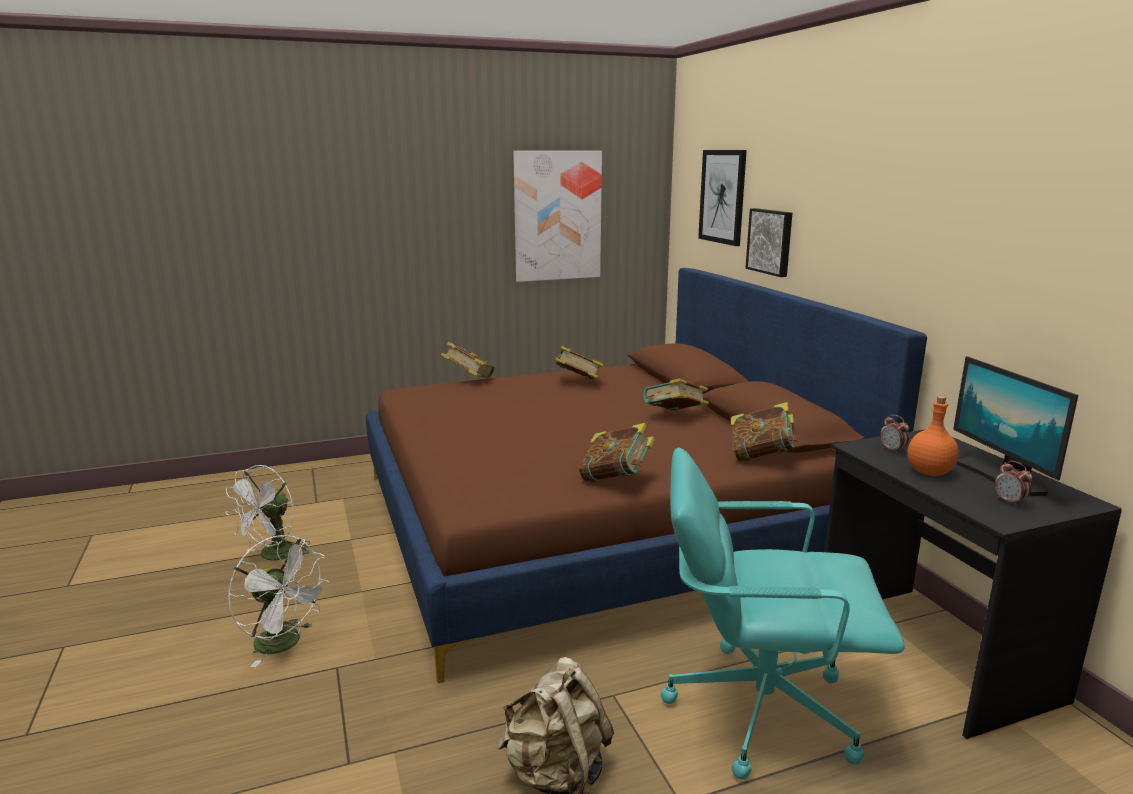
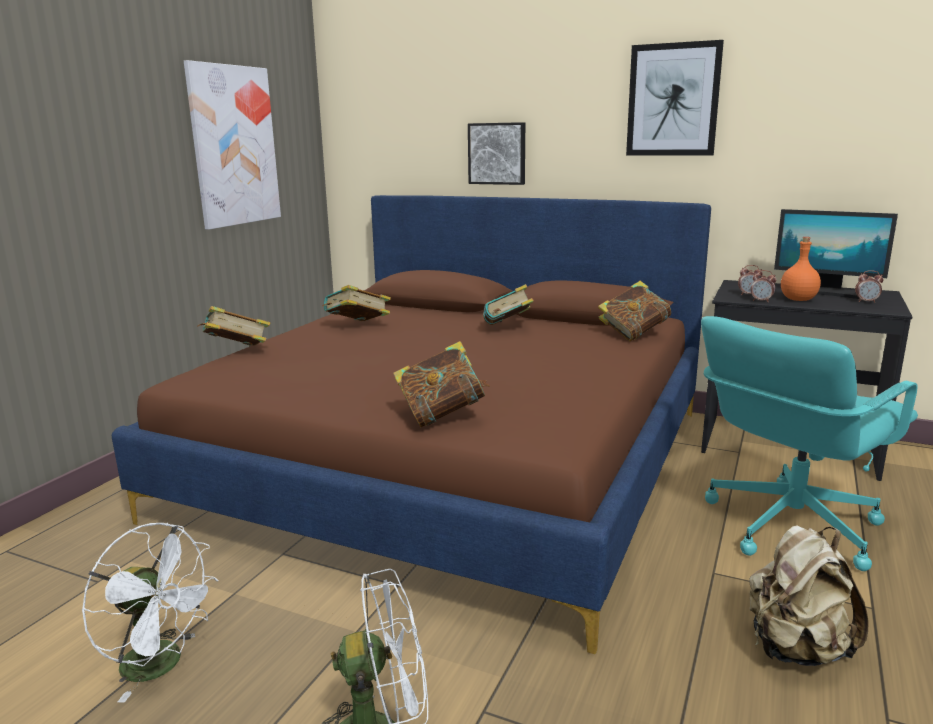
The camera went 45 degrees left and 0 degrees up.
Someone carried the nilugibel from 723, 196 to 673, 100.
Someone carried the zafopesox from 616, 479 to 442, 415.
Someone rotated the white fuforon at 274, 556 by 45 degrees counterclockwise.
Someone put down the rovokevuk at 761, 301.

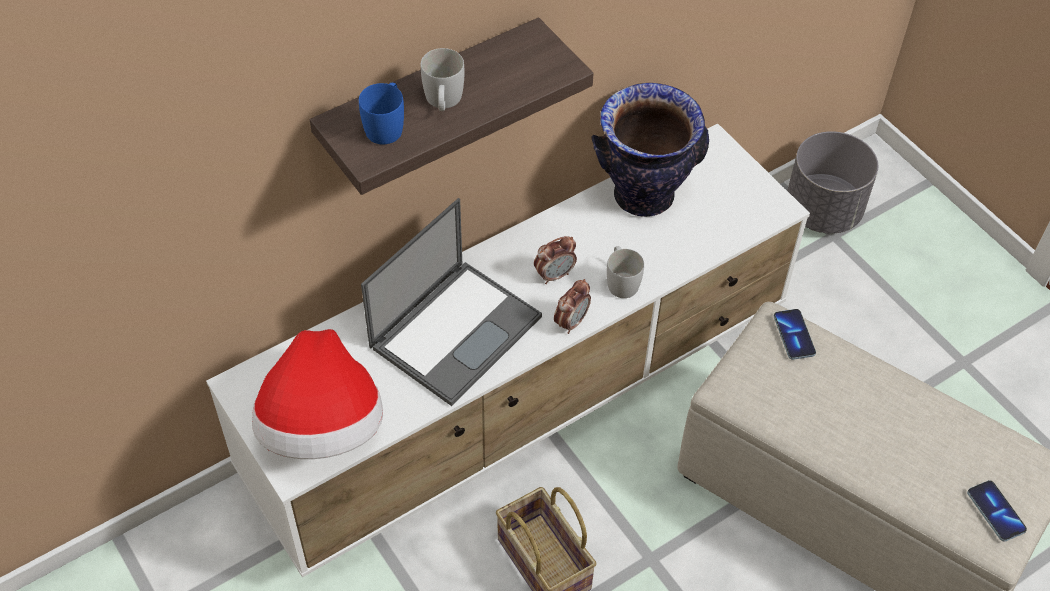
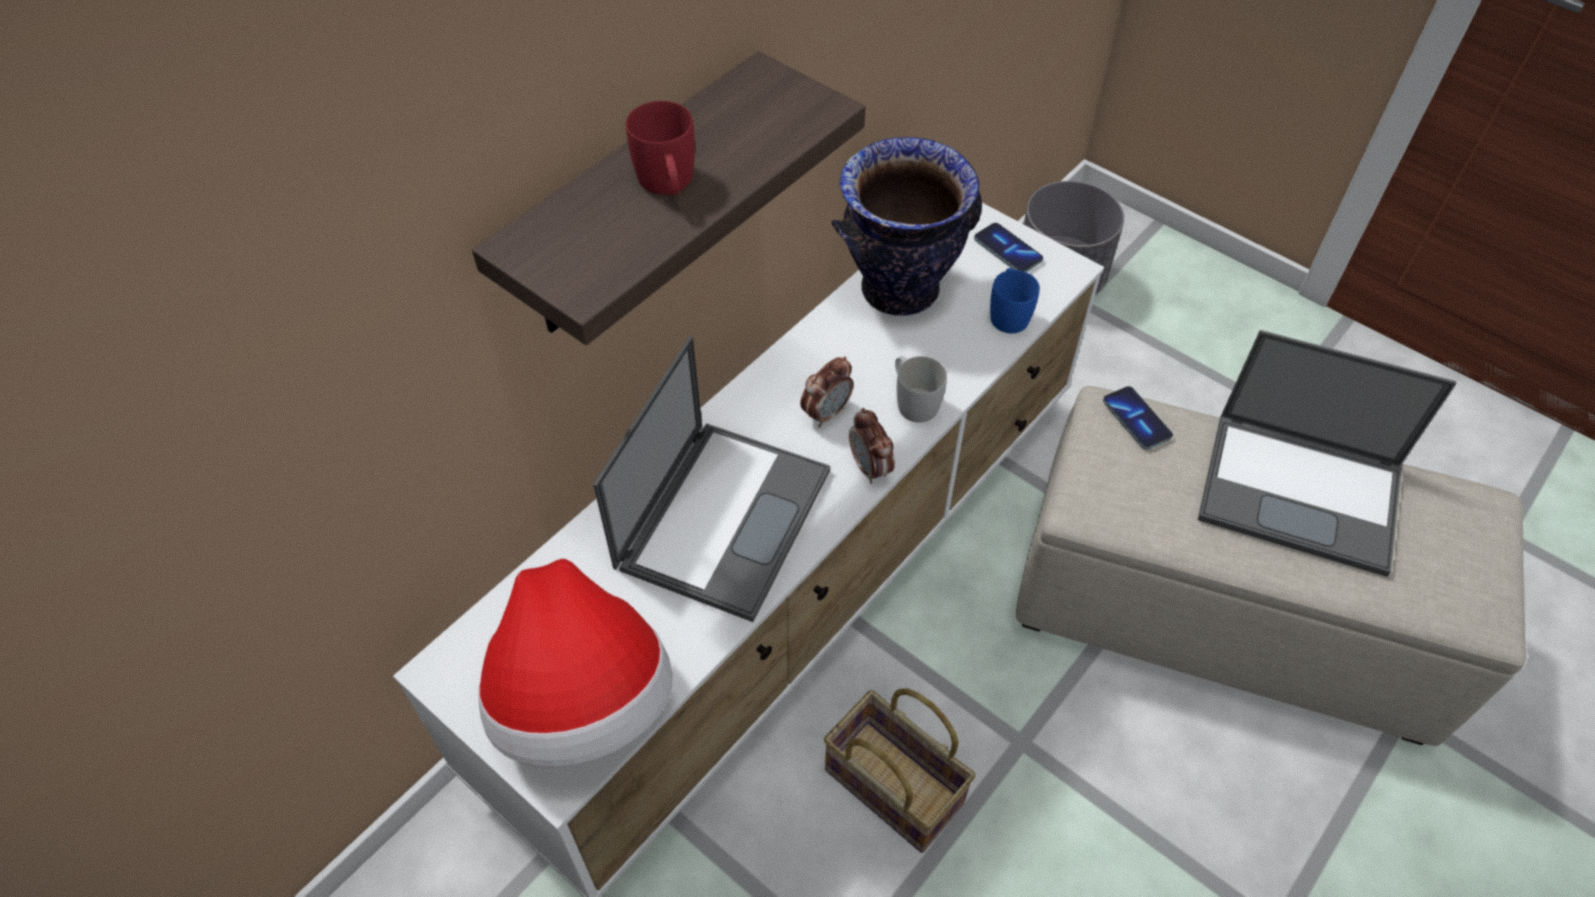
The camera went 15 degrees left and 0 degrees up.
Someone repainted the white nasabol at 443, 102, which became the red nasabol at 668, 186.
Someone carried the blue nasabol from 386, 125 to 1008, 313.
Someone rotated the rovokevuk at 571, 322 by 135 degrees clockwise.
Someone carried the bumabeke from 995, 512 to 1007, 250.
Someone put down the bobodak at 1302, 492.

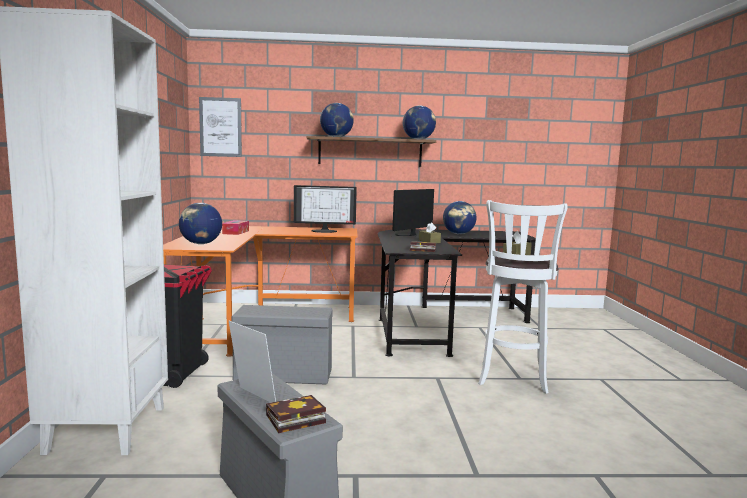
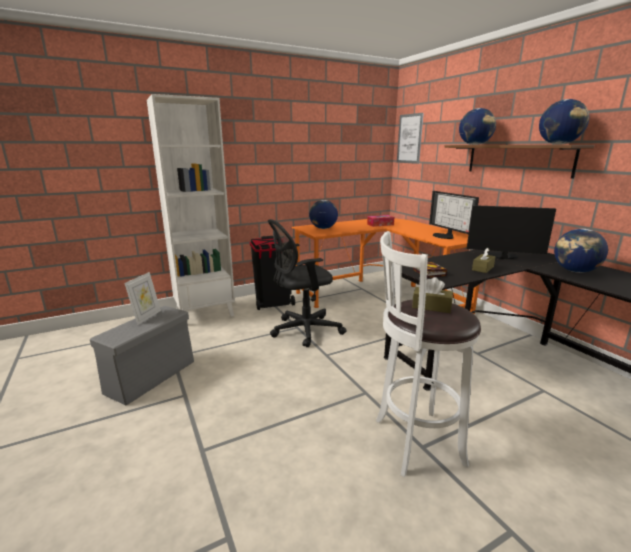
The camera went 65 degrees right and 10 degrees up.
Someone swapped the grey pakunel at 282, 375 for the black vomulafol at 303, 330.
Someone took away the zafopesox at 293, 420.

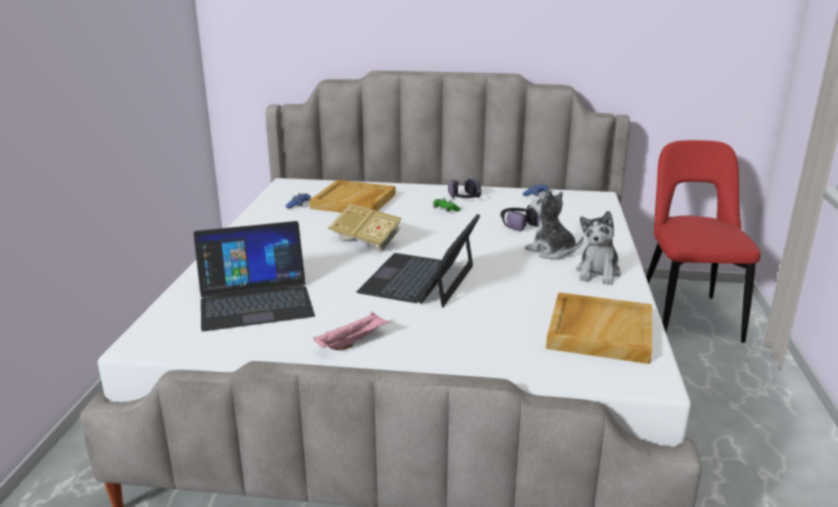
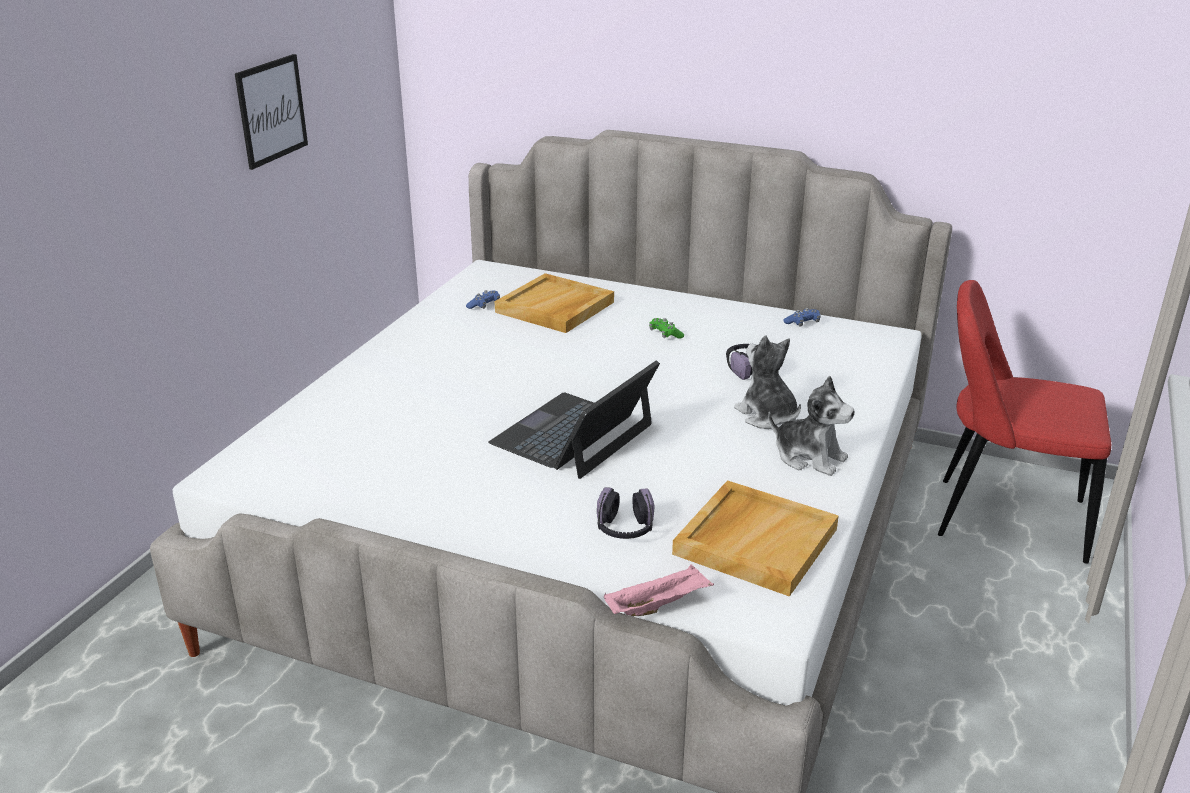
The camera went 15 degrees right and 5 degrees up.
Someone rotated the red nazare at 687, 315 by 90 degrees counterclockwise.
Someone carried the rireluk from 465, 198 to 624, 529.
Someone took away the zafopesox at 366, 242.
Someone rotated the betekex at 598, 273 by 90 degrees counterclockwise.
Someone took away the bobodak at 255, 300.
Someone carried the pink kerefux from 353, 342 to 658, 605.
Someone put up the nilugibel at 271, 110.

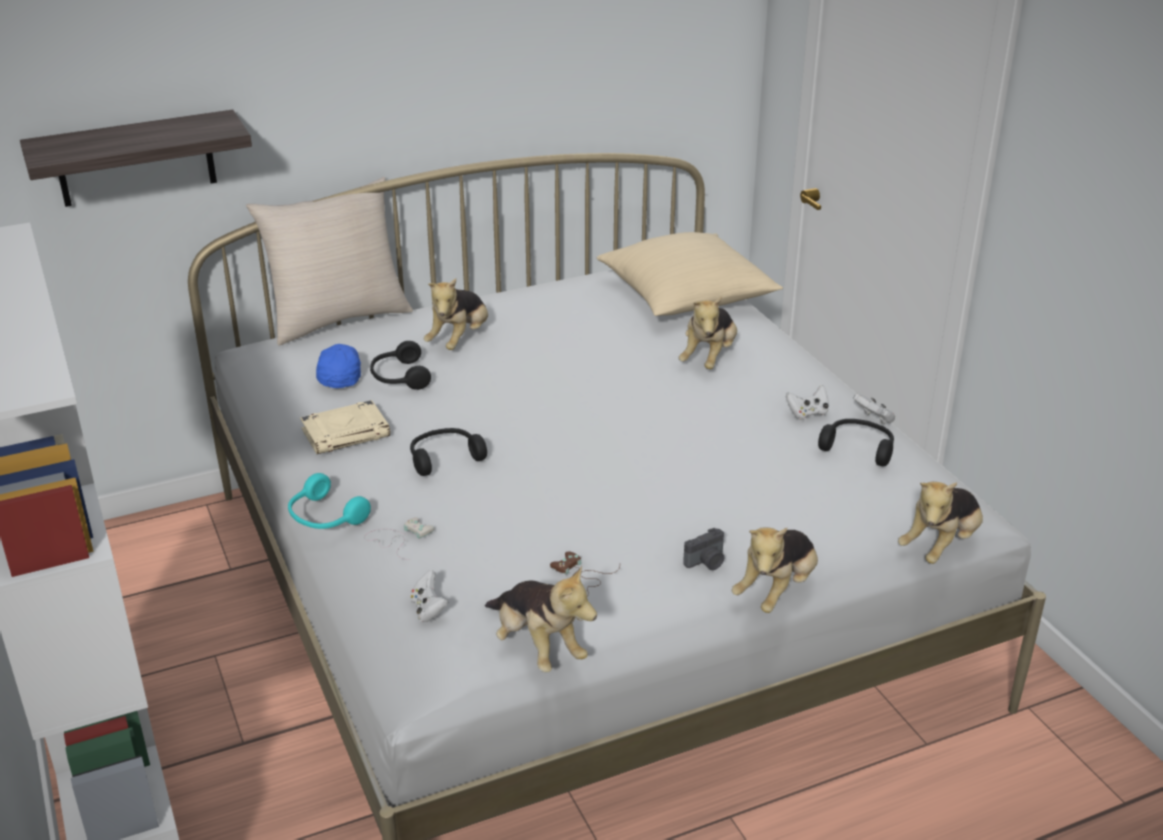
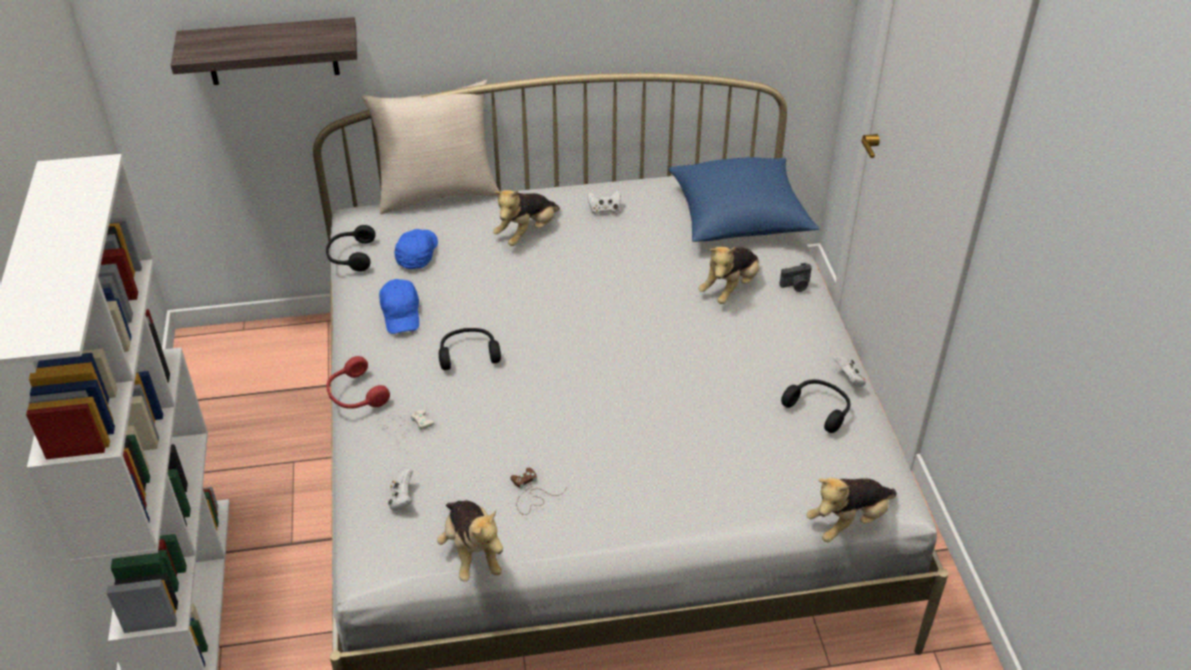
The camera went 15 degrees right and 10 degrees up.
Someone repainted the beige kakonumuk at 686, 296, which became the blue kakonumuk at 739, 217.
Someone carried the black rireluk from 399, 377 to 350, 256.
Someone carried the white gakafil from 807, 413 to 604, 210.
Someone swapped the beige zafopesox at 346, 433 for the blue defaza at 401, 314.
Someone repainted the turquoise rireluk at 324, 517, which became the red rireluk at 355, 395.
Someone carried the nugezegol from 706, 562 to 796, 286.
Someone took away the betekex at 777, 590.

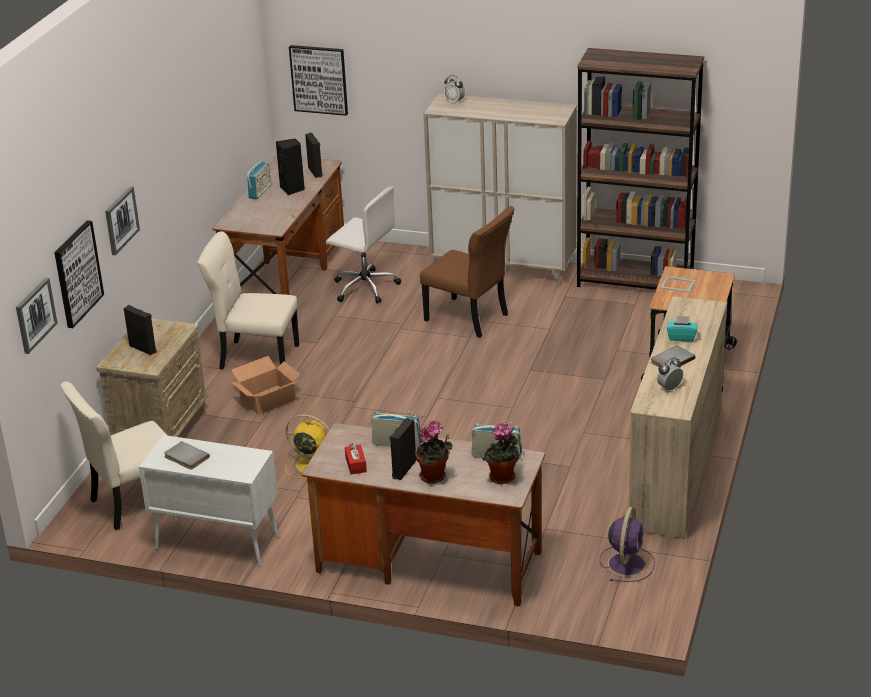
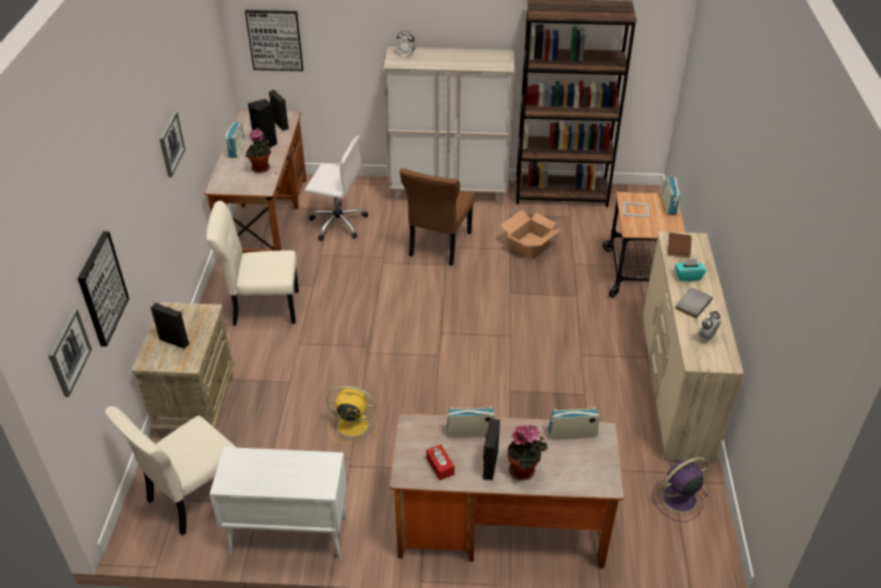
The camera went 15 degrees left and 10 degrees up.
Someone carried the nilugibel from 121, 220 to 171, 144.
Someone rotated the brown nazare at 469, 319 by 90 degrees clockwise.
Someone carried the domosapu from 268, 399 to 530, 245.
Someone carried the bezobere from 502, 479 to 261, 169.
Someone took away the grey zafopesox at 185, 458.
Someone rotated the purple fuforon at 627, 563 by 120 degrees counterclockwise.
Someone put down the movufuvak at 669, 205.
Someone put down the brown zafopesox at 680, 247.

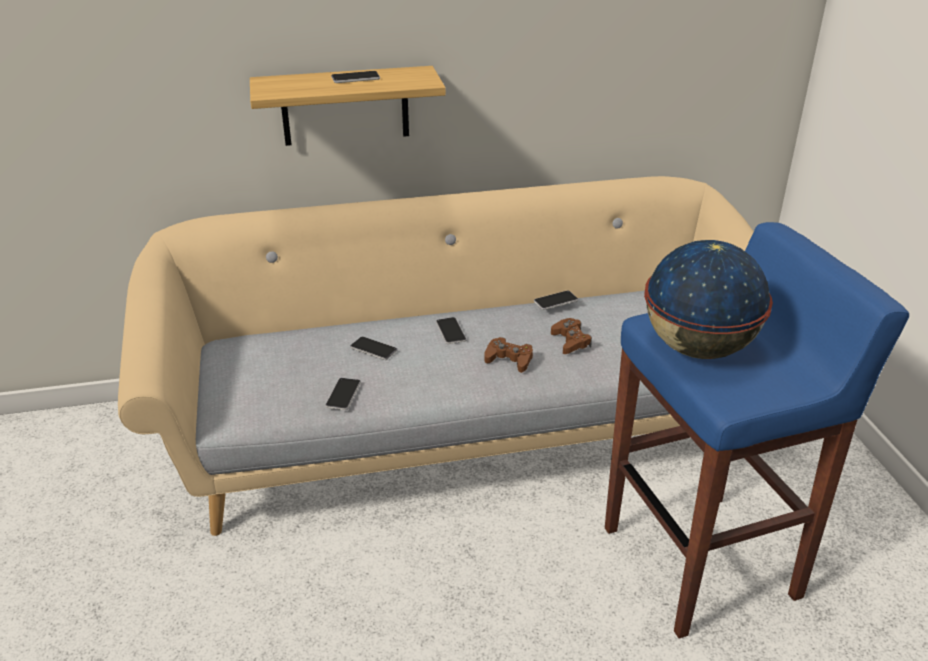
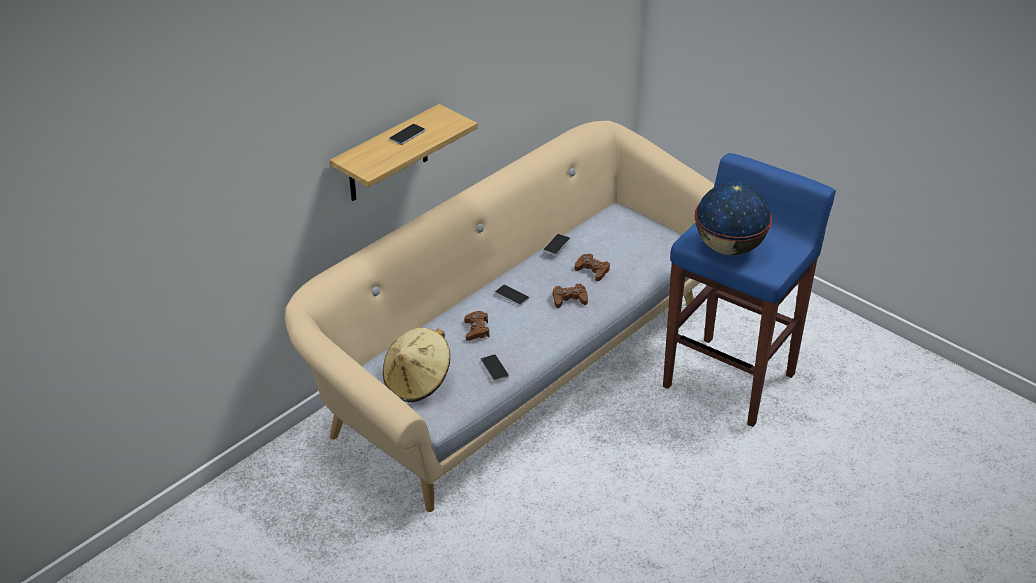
The camera went 35 degrees left and 5 degrees up.
Someone swapped the bumabeke at 373, 349 for the brown gakafil at 476, 330.
Someone put down the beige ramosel at 418, 382.

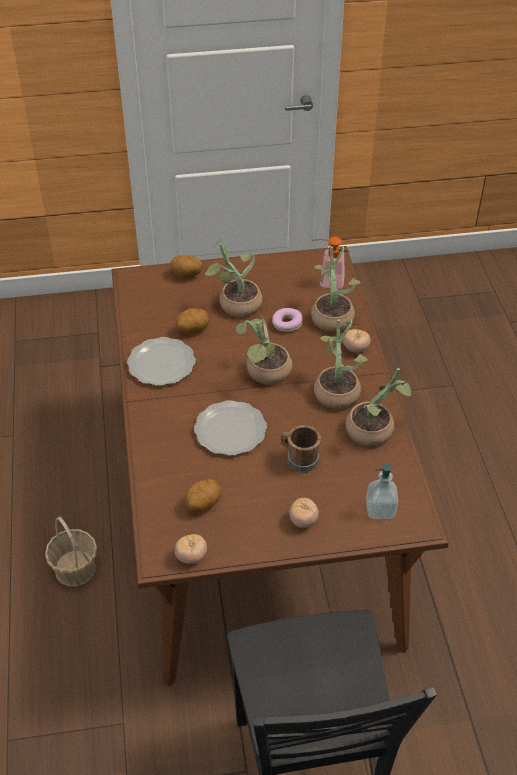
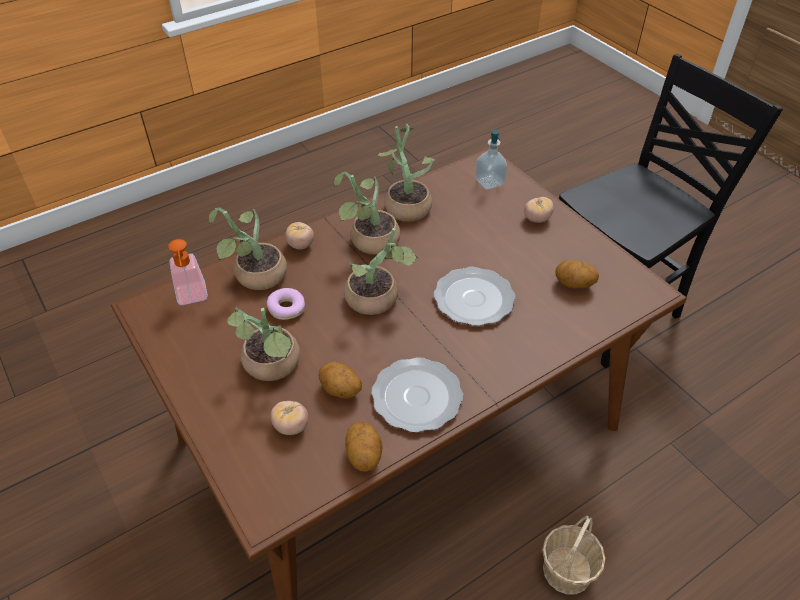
The camera went 115 degrees left and 0 degrees up.
Someone carried the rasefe from 186, 275 to 364, 456.
Someone took away the brown nasabol at 299, 459.
Someone carried the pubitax from 191, 556 to 291, 426.

